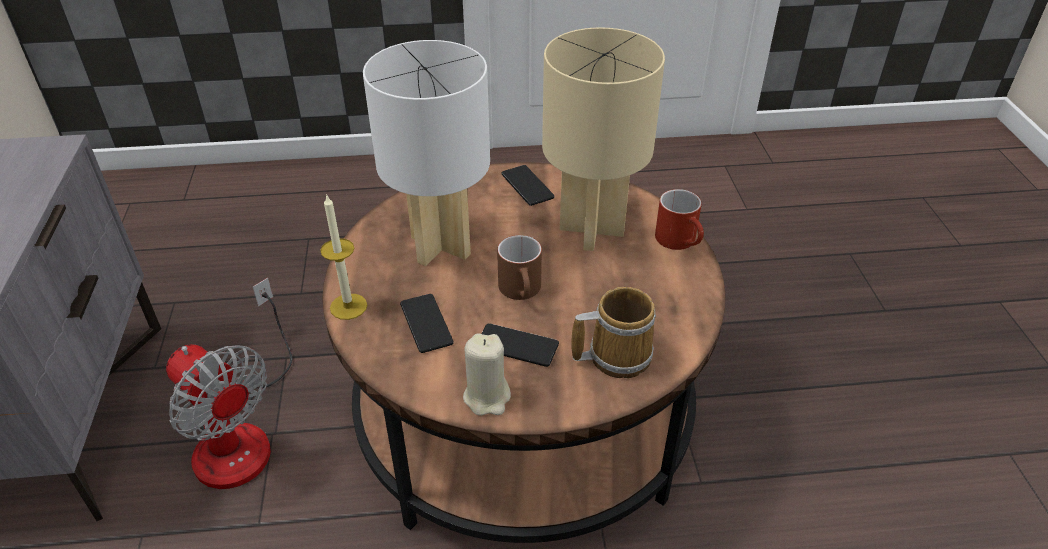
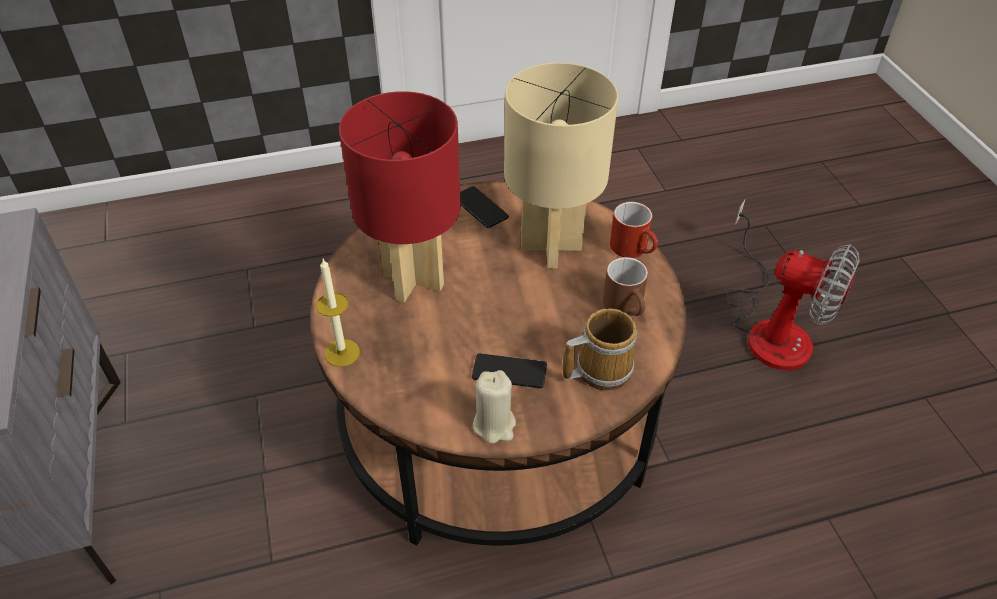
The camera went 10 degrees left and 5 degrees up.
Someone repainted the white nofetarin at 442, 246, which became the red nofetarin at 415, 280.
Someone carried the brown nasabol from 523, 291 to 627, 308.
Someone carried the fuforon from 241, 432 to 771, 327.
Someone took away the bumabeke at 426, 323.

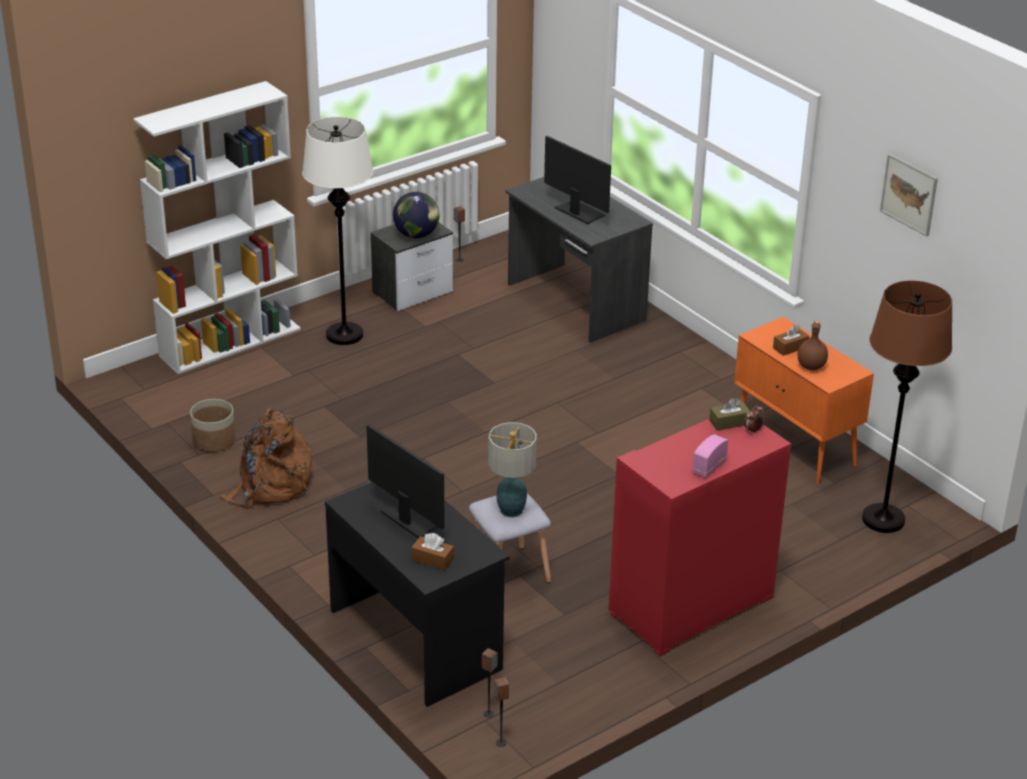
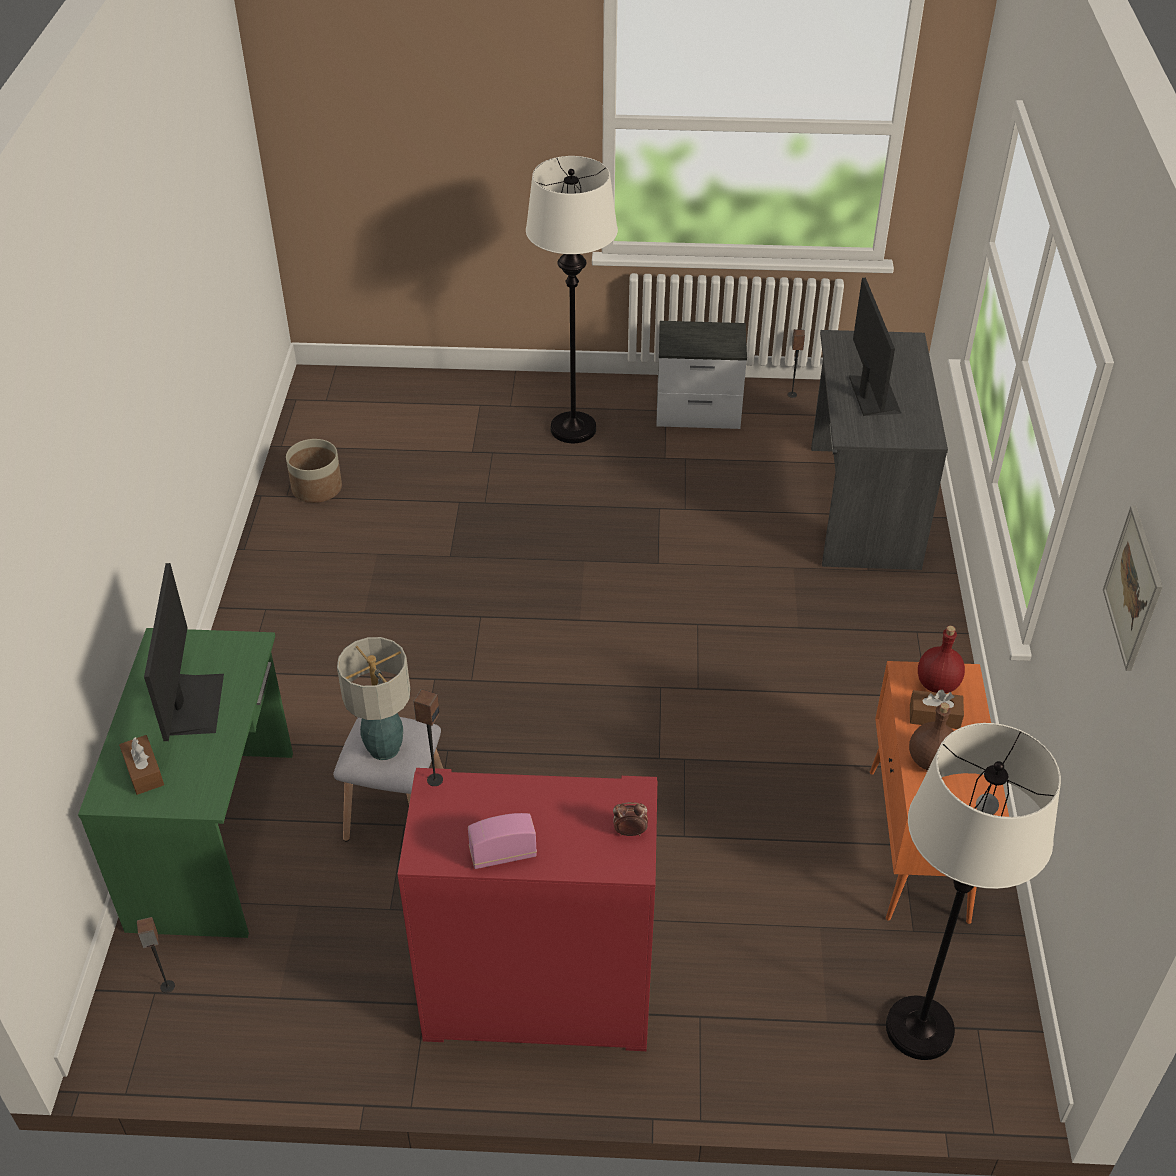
The camera went 40 degrees right and 10 degrees up.
Someone took away the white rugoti at 230, 342.
Someone took away the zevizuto at 416, 235.
Someone repainted the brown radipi at 883, 519, which became the white radipi at 919, 1029.
Someone took away the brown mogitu at 729, 422.
Someone took away the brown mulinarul at 270, 486.
Someone repainted the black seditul at 417, 638, which became the green seditul at 216, 838.
Someone carried the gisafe from 500, 743 to 434, 779.
Someone put down the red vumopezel at 938, 684.

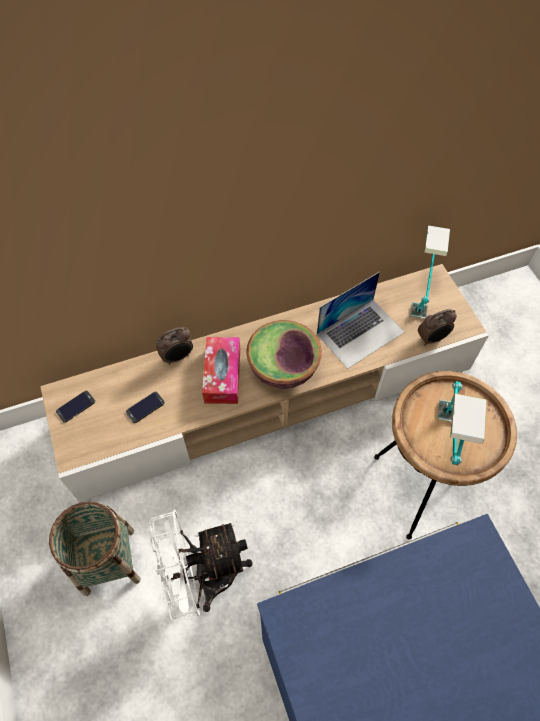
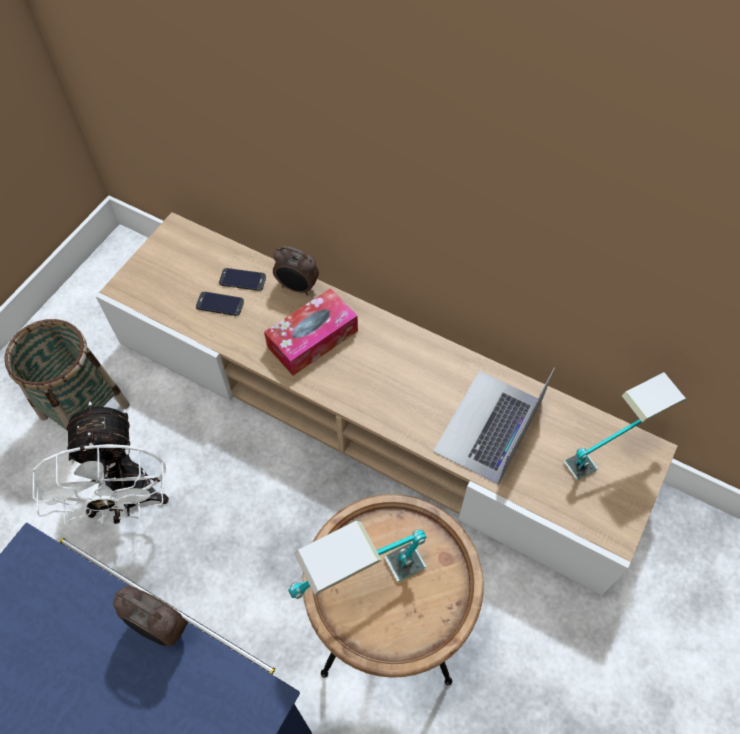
The camera went 50 degrees right and 0 degrees up.
Someone rotated the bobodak at 360, 332 by 105 degrees clockwise.
Someone carried the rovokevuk from 432, 339 to 160, 627.
Someone took away the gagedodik at 283, 367.
Someone carried the bumabeke from 76, 406 to 242, 280.
Someone rotated the white fuforon at 204, 577 by 135 degrees counterclockwise.

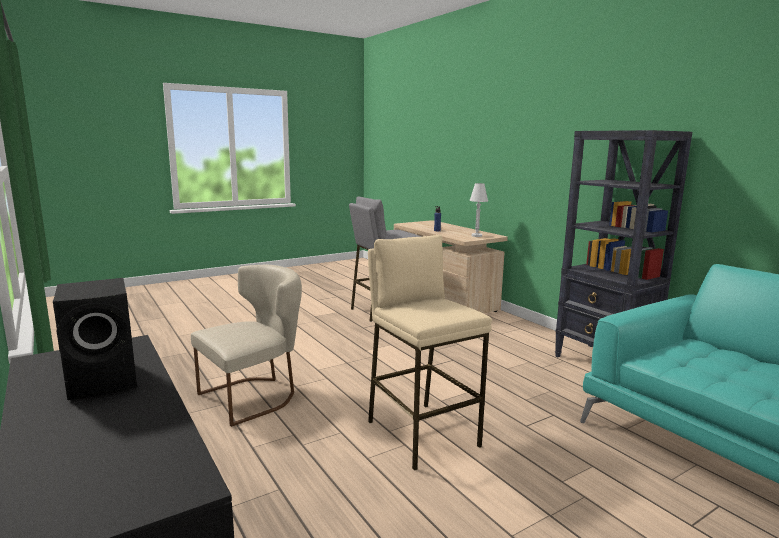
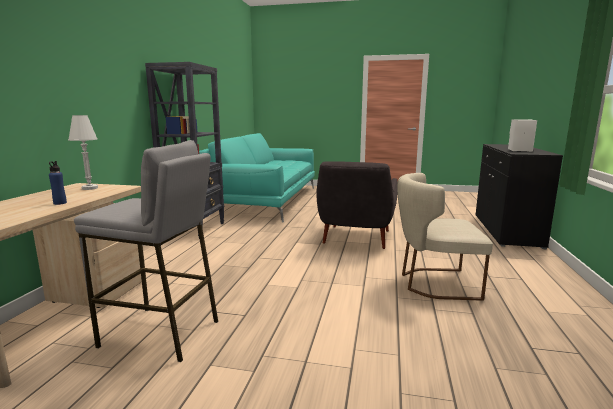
The camera went 135 degrees left and 0 degrees up.
Someone swapped the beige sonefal at 422, 433 for the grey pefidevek at 356, 238.
Someone repainted the black gisafe at 106, 380, which became the white gisafe at 518, 150.

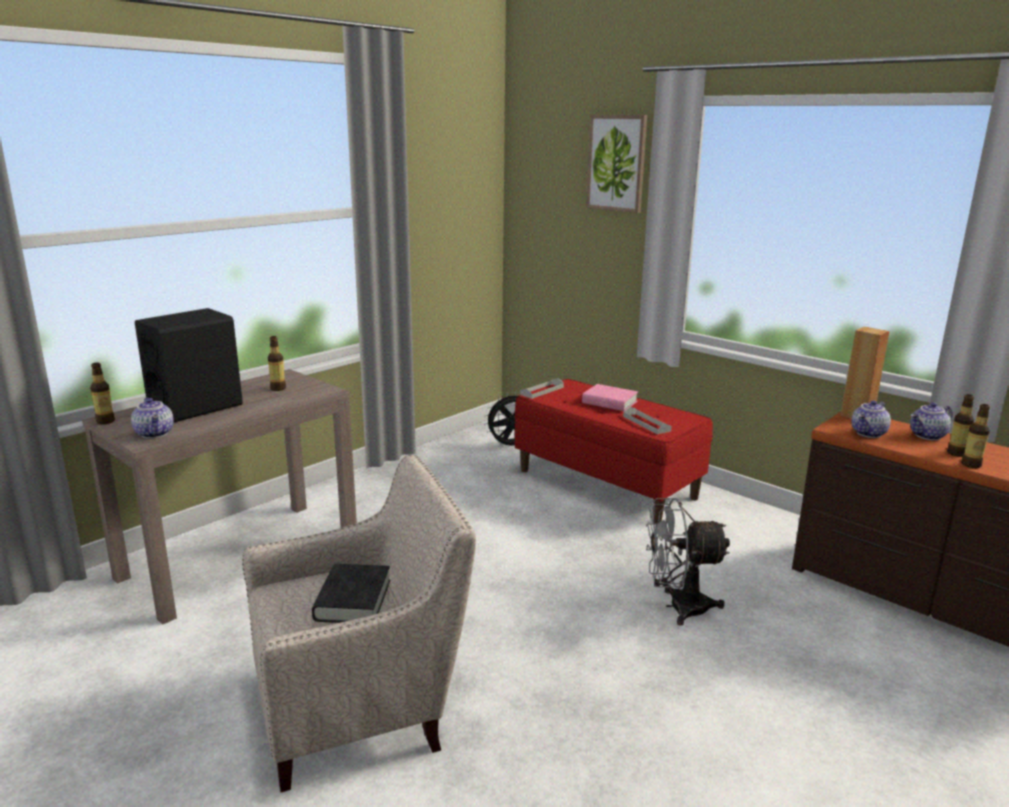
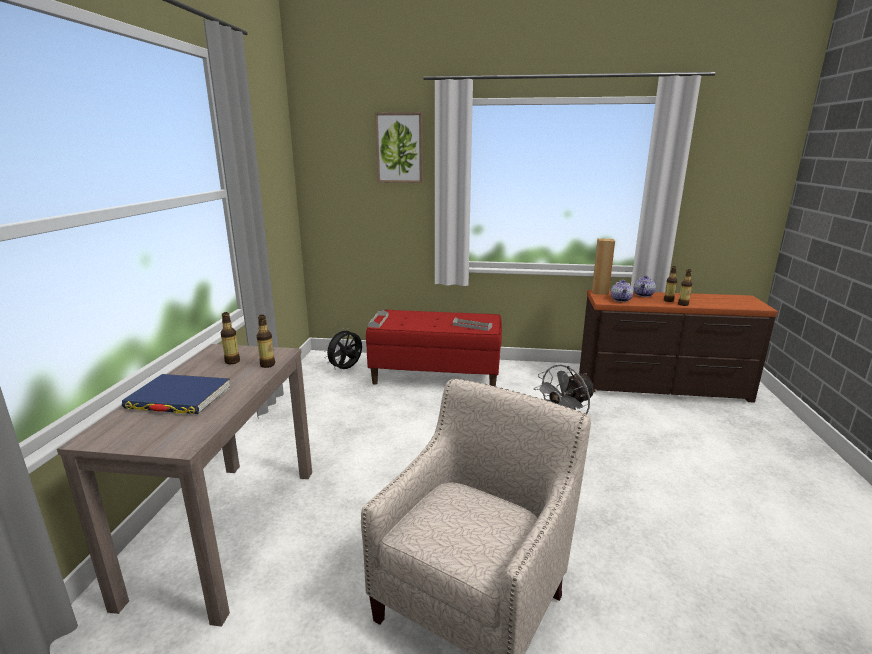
The camera went 35 degrees left and 0 degrees up.
Someone swapped the black gisafe at 196, 407 for the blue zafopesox at 179, 398.
Someone carried the vumopezel from 105, 421 to 267, 365.
Someone took away the pink zafopesox at 609, 402.
Someone took away the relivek at 155, 433.
Someone took away the black zafopesox at 353, 600.

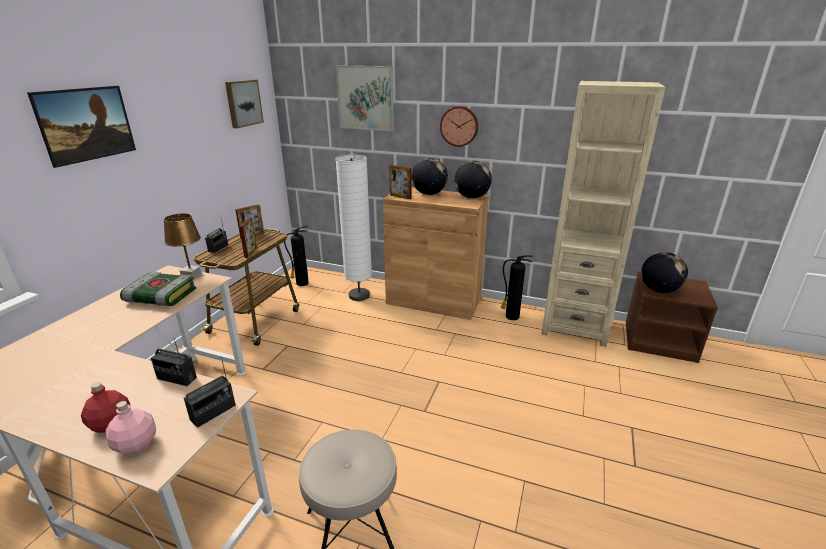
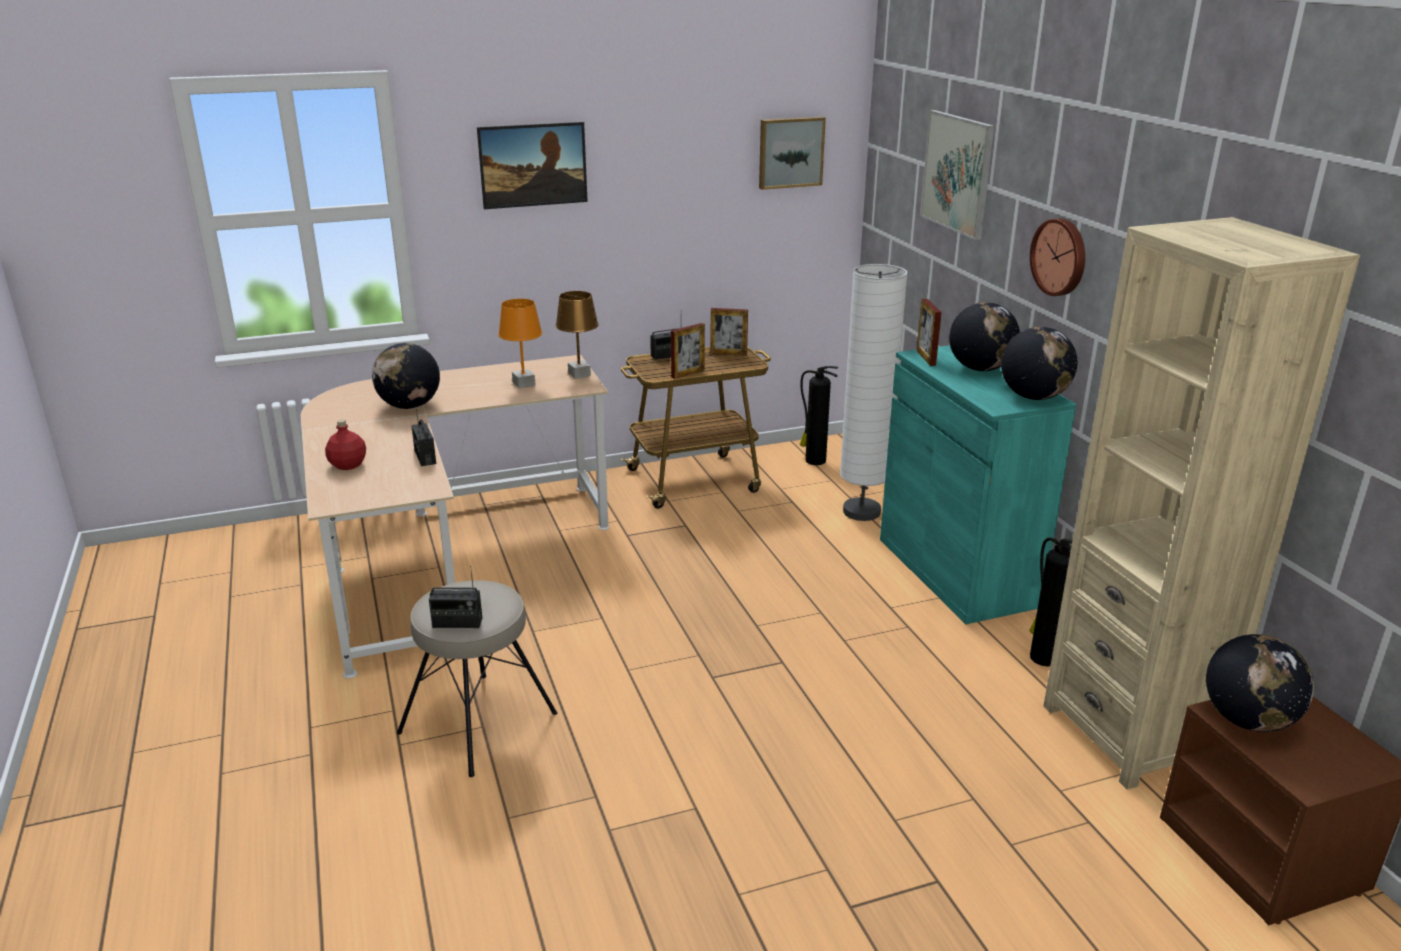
The camera went 50 degrees right and 0 degrees up.
Someone repainted the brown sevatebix at 433, 301, which became the turquoise sevatebix at 956, 572.
Someone swapped the zafopesox at 160, 296 for the orange nofetarin at 523, 383.
Someone carried the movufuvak from 213, 413 to 457, 623.
Someone took away the pink vumopezel at 135, 444.
Someone put down the zevizuto at 409, 406.

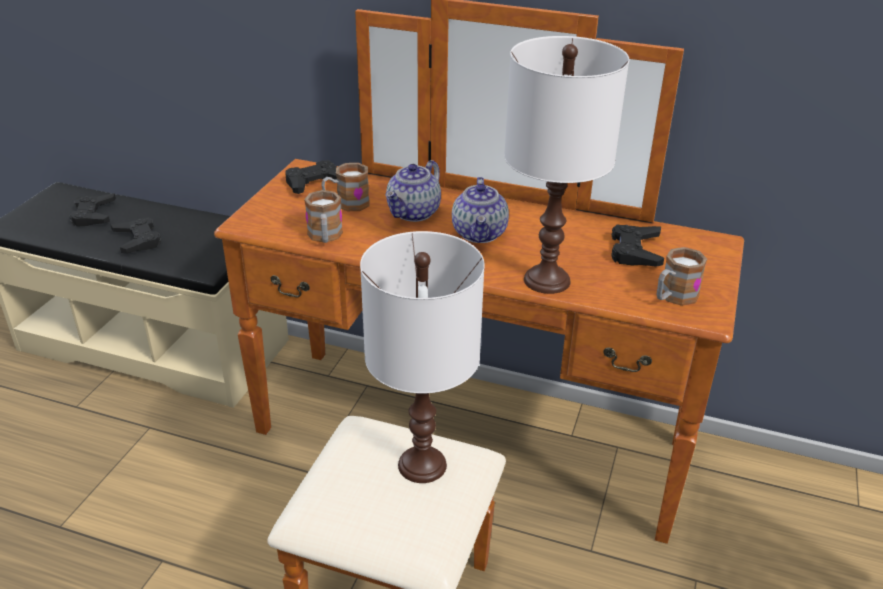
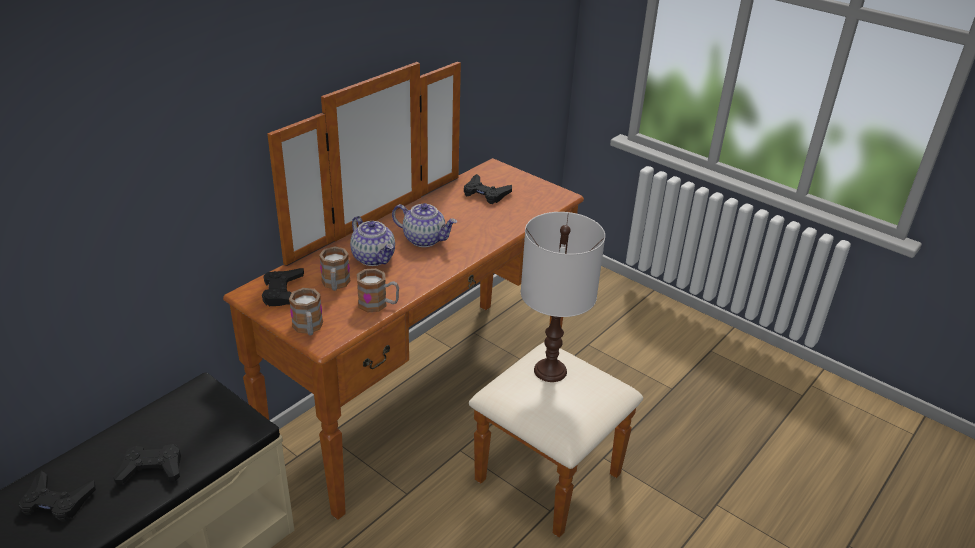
The camera went 70 degrees left and 0 degrees up.
Someone took away the white nofetarin at 547, 280.
Someone carried the nasabol from 673, 297 to 308, 328.

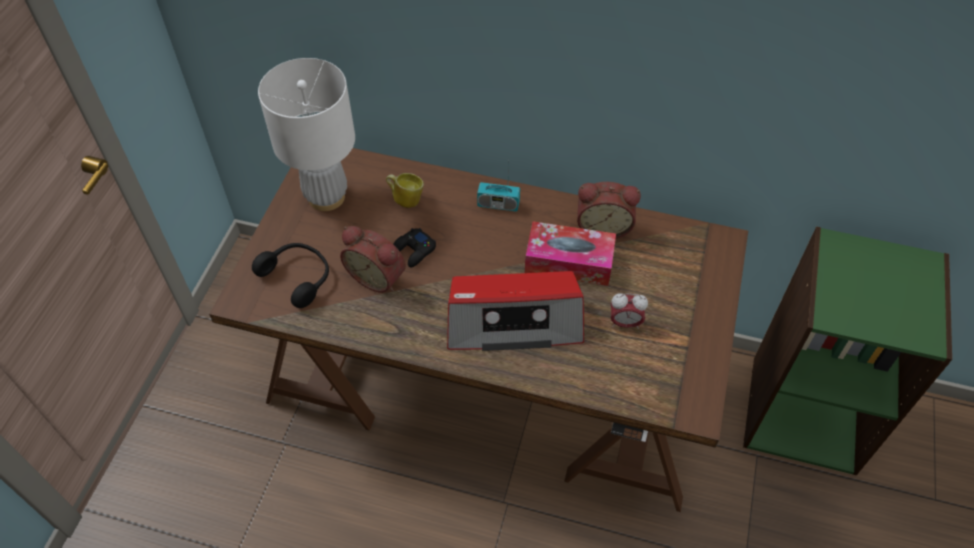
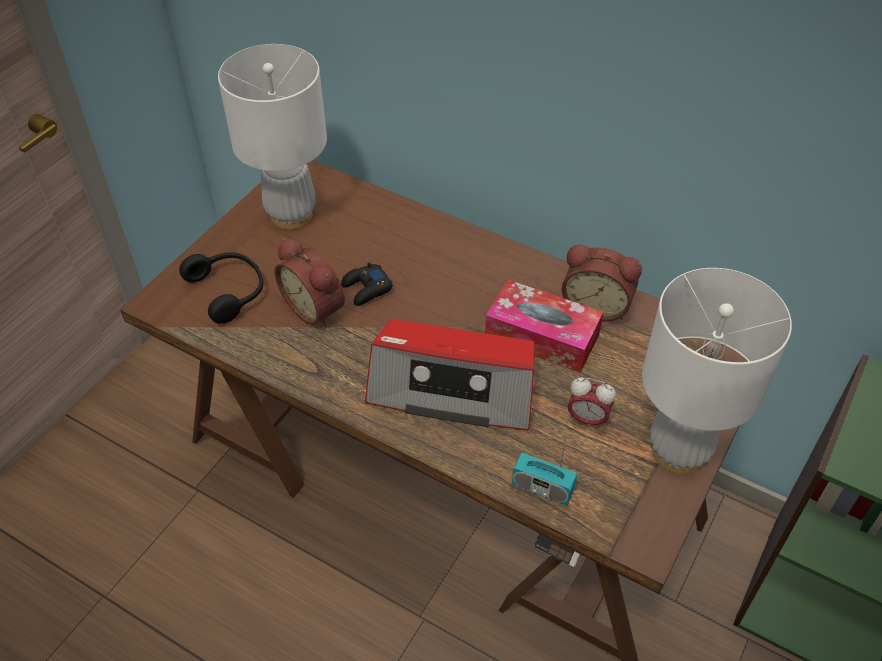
The camera went 15 degrees right and 5 degrees down.
Someone carried the movufuvak from 498, 204 to 542, 488.
Someone took away the nasabol at 406, 199.
Someone put down the white nofetarin at 677, 452.

